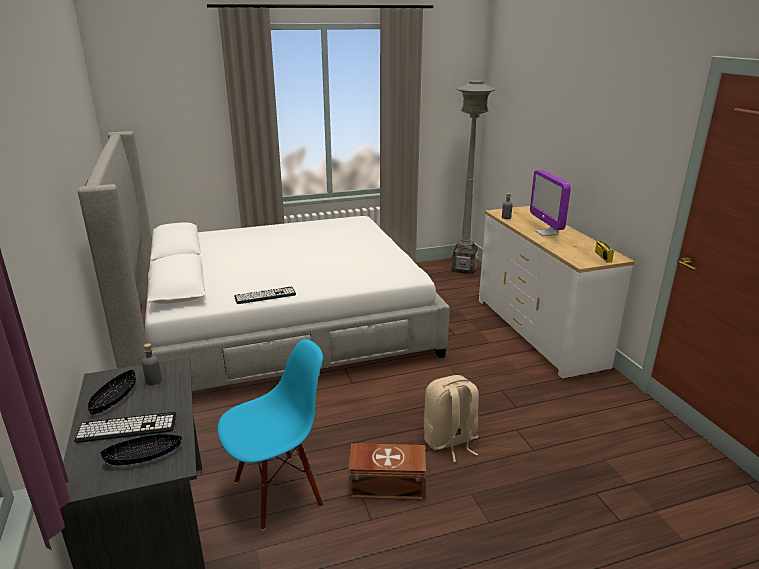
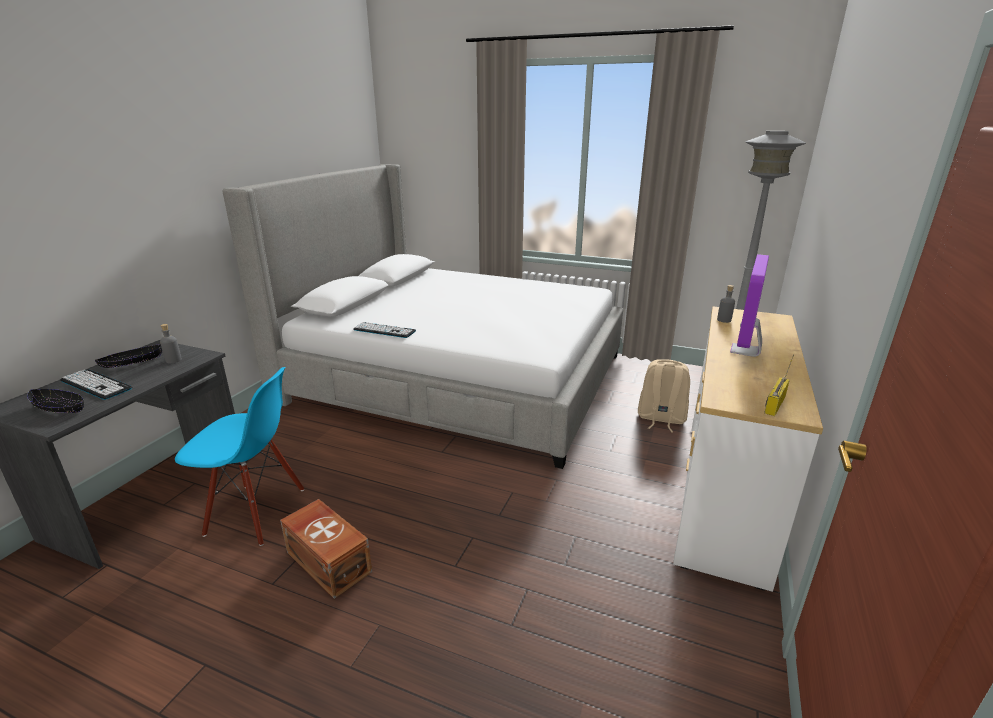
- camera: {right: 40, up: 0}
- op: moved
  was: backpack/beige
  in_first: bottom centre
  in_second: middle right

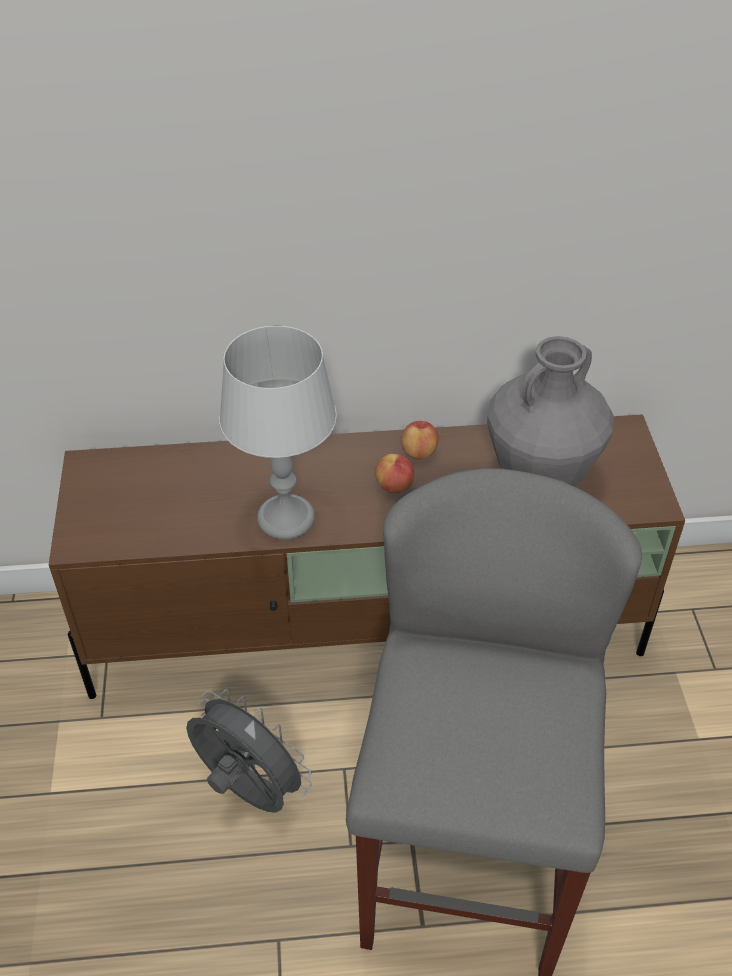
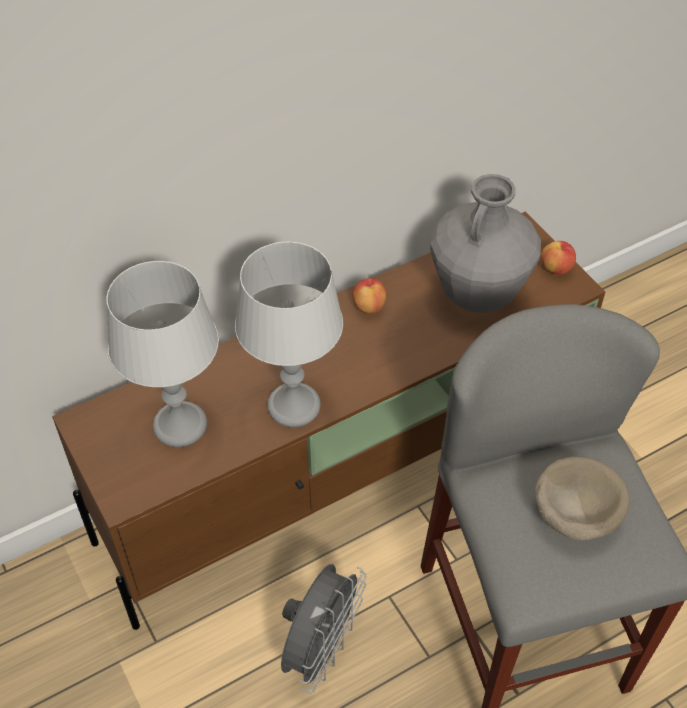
- camera: {right: -25, up: 5}
- op: turned
  was: fan/grey
  in_first: bottom centre
  in_second: bottom centre
  clockwise: 105
- op: moved
  was: apple (1st from left in the first image)
  now: apple (2nd from left)
  in_first: centre
  in_second: middle right
- op: added
  now: table lamp/grey (1st from left)
  in_second: middle left
- op: added
  now: bowl/beige
  in_second: bottom right

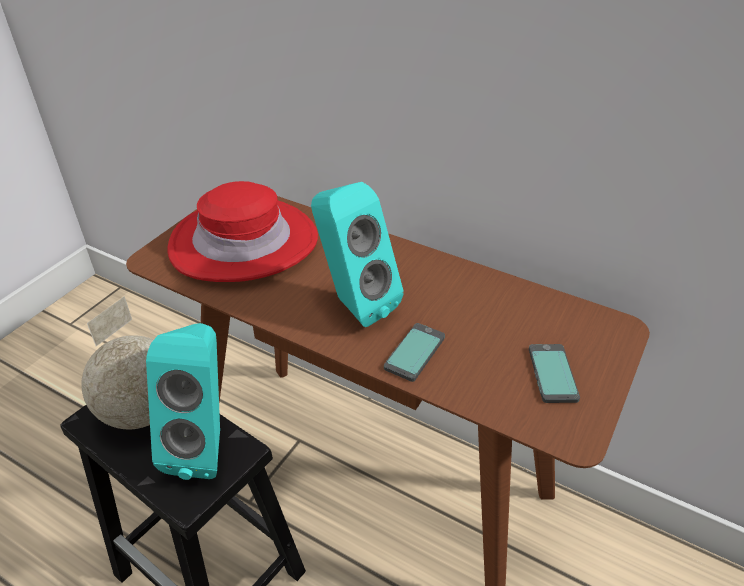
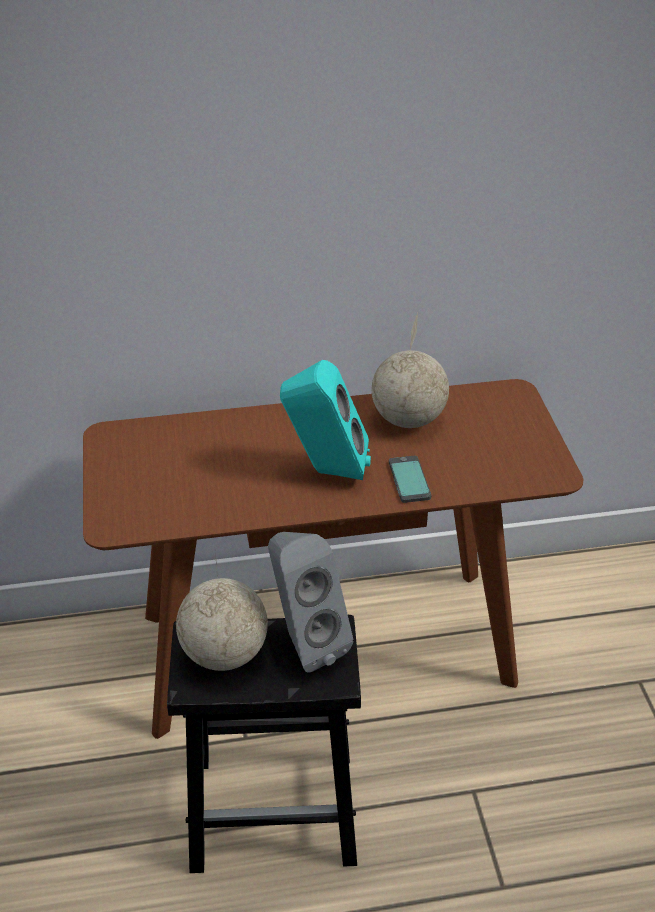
- camera: {right: -40, up: 0}
- op: recoloured
  was: speaker/turquoise (1st from left)
  now: speaker/grey
  in_first: bottom left
  in_second: centre
- op: removed
  was: hat/red
  in_first: middle left
- op: removed
  was: phone (2nd from left)
  in_first: middle right
- op: added
  now: globe (2nd from left)
  in_second: centre

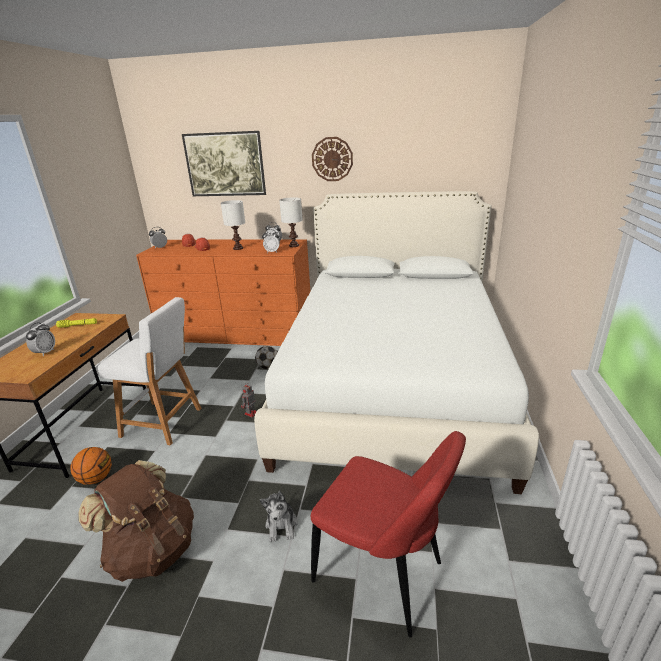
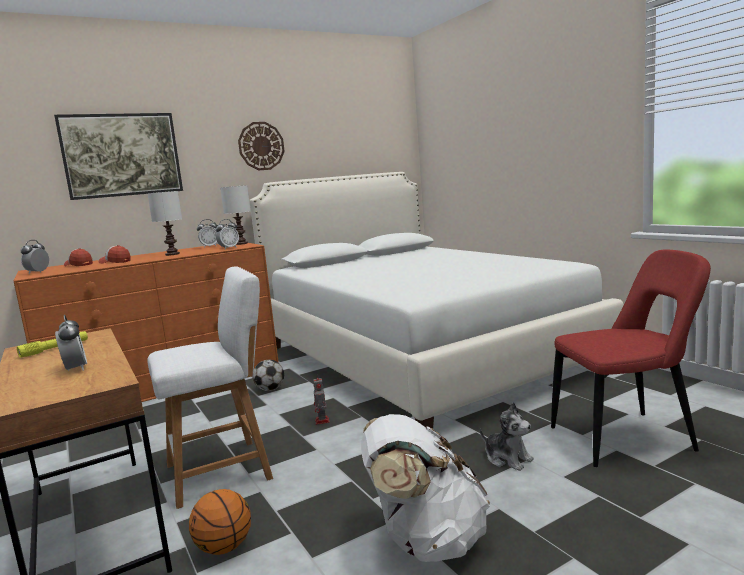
- camera: {right: -40, up: -15}
- op: recoloured
  was: backpack/brown
  now: backpack/white
  in_first: bottom left
  in_second: bottom centre

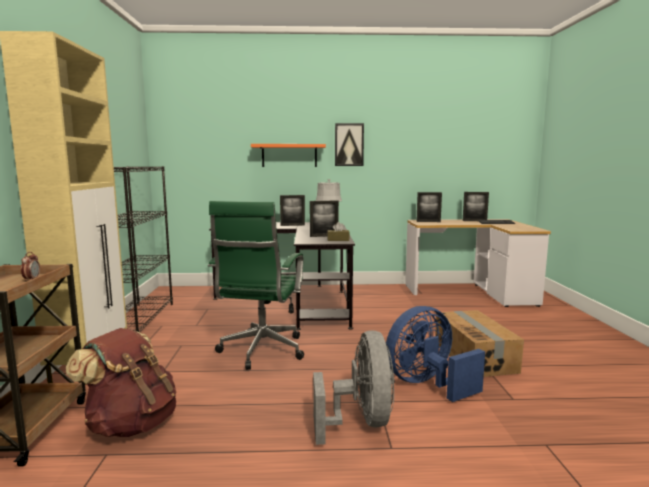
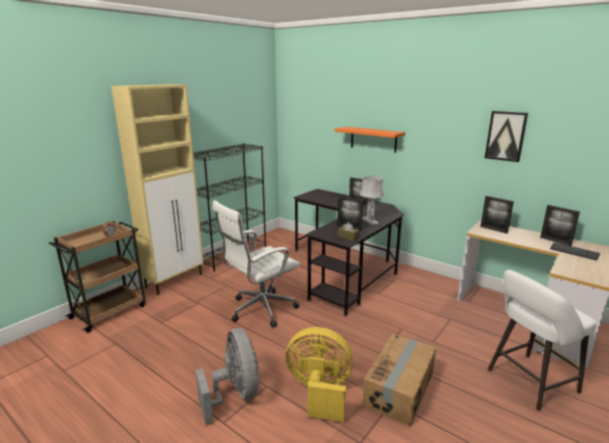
- camera: {right: 40, up: 10}
- op: removed
  was: backpack/brown
  in_first: bottom left
- op: recoloured
  was: office chair/green
  now: office chair/white
  in_first: centre
  in_second: centre
- op: turned
  was: fan/grey
  in_first: bottom centre
  in_second: bottom centre
  clockwise: -60
- op: moved
  was: picture
  in_first: top centre
  in_second: top right
- op: recoloured
  was: fan/blue
  now: fan/yellow
  in_first: bottom right
  in_second: bottom centre
- op: added
  now: stool/white
  in_second: bottom right

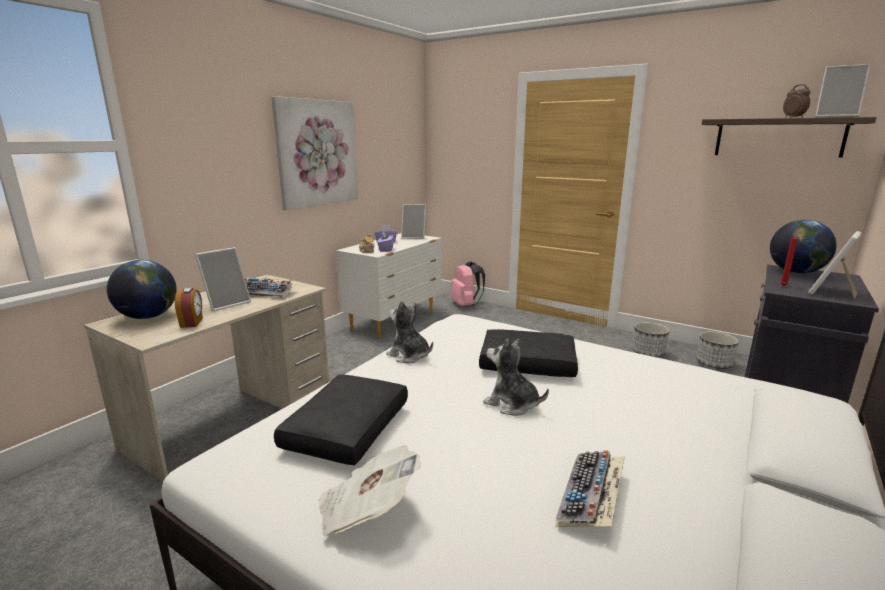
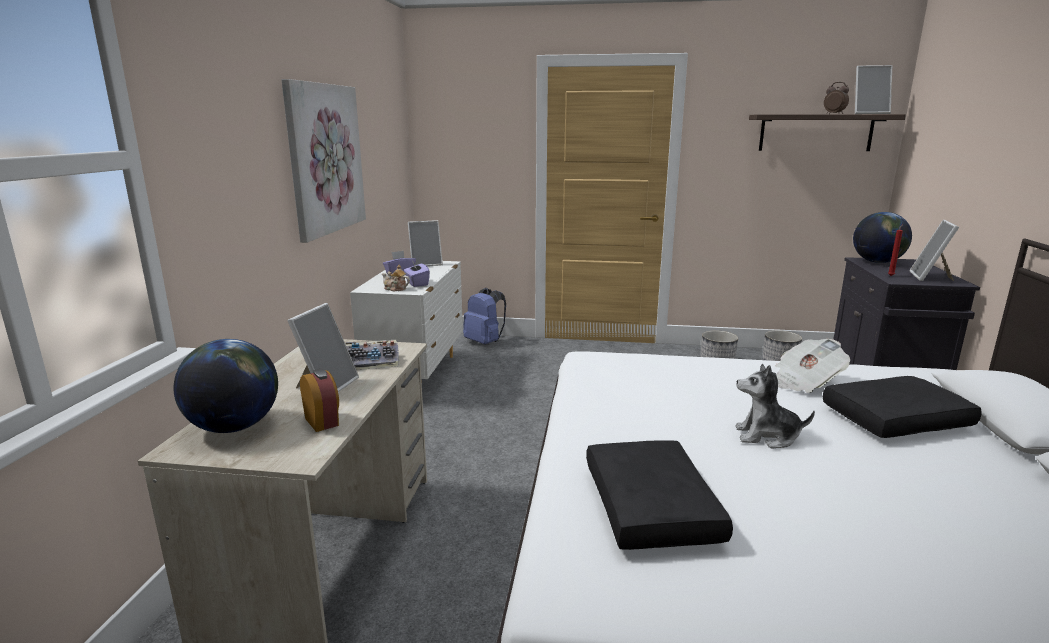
- camera: {right: -25, up: 0}
- op: moved
  was: newspaper
  in_first: bottom centre
  in_second: middle right
- op: removed
  was: plush toy (1st from left)
  in_first: centre
- op: recoloured
  was: backpack/pink
  now: backpack/blue
  in_first: centre
  in_second: centre
- op: moved
  was: pillow/black (2nd from left)
  in_first: centre
  in_second: middle right
- op: removed
  was: keyboard (2nd from left)
  in_first: bottom right

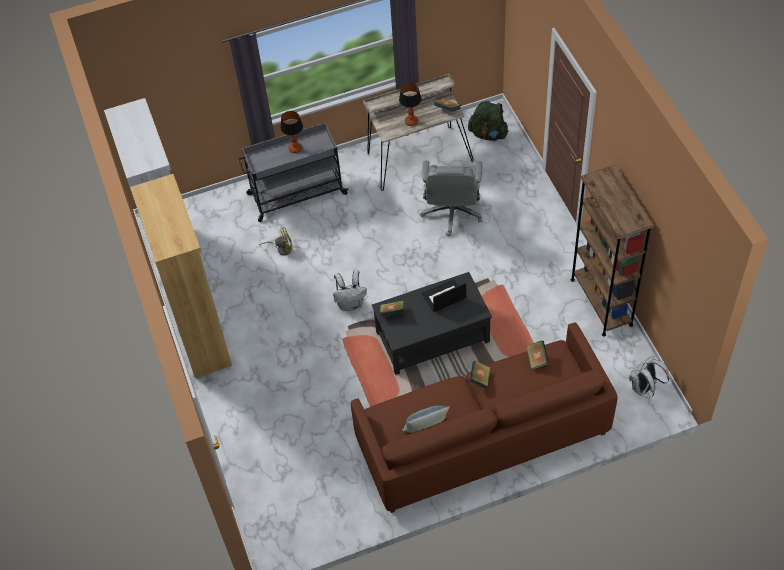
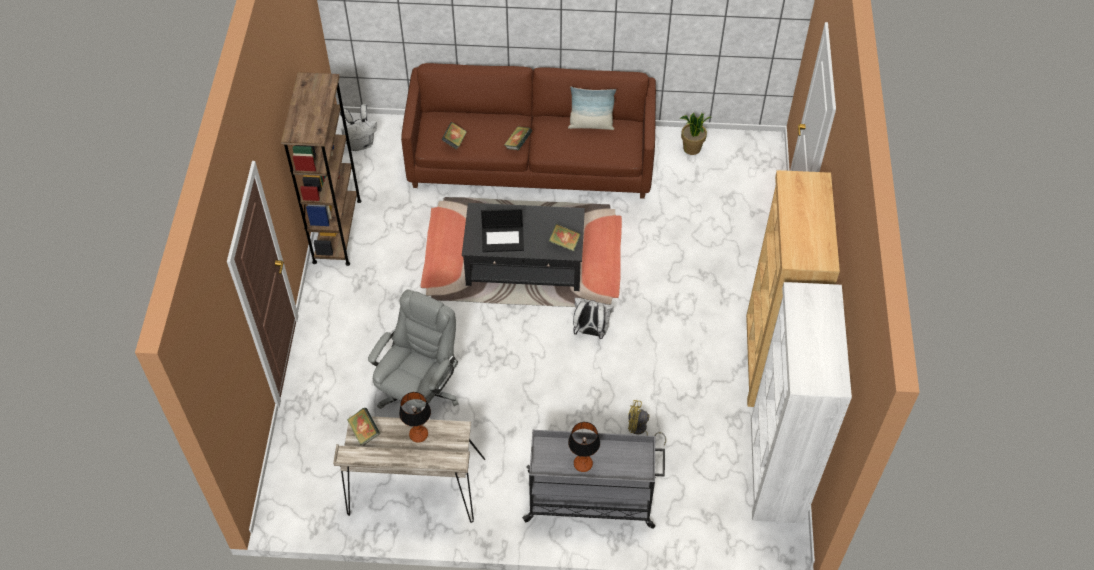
- camera: {right: -160, up: 0}
- op: removed
  was: backpack/green
  in_first: top centre
- op: added
  now: potted plant
  in_second: top centre

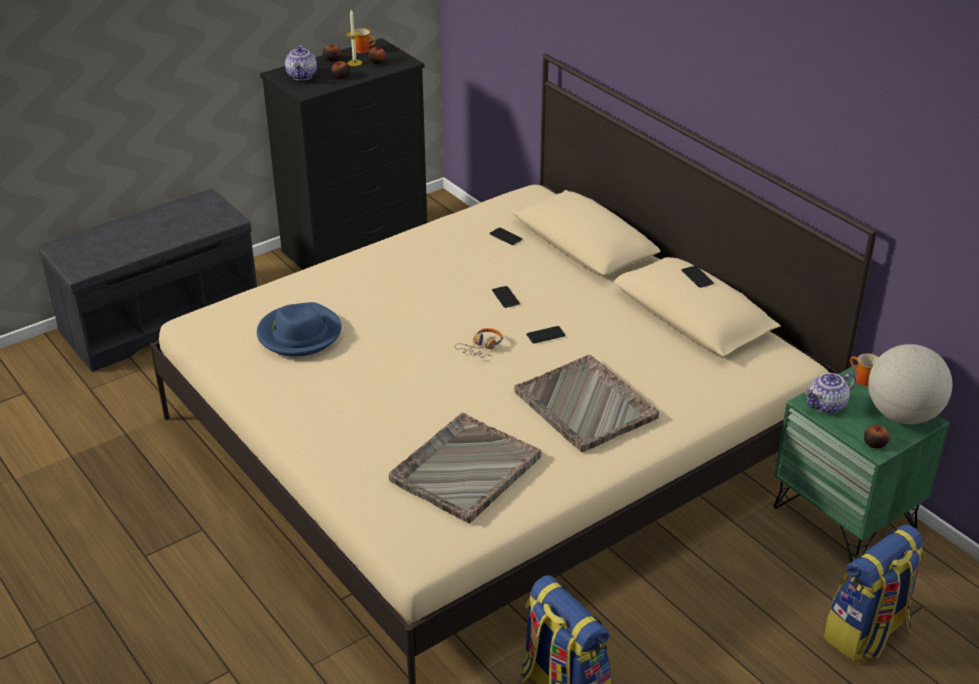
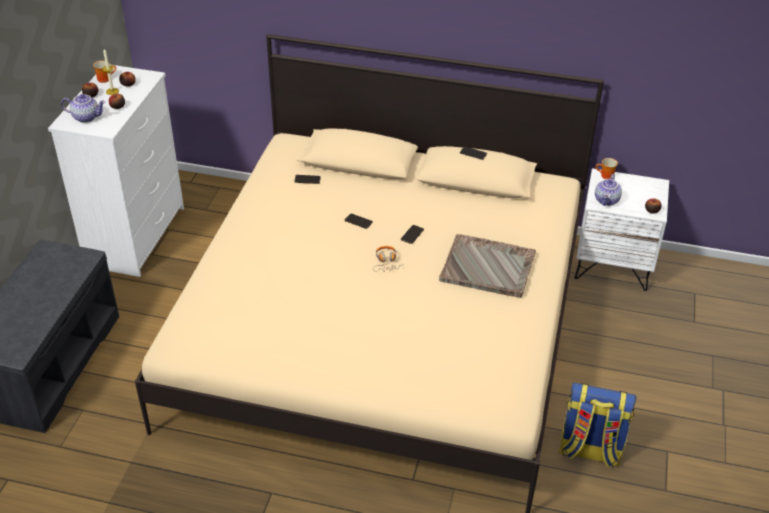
- camera: {right: -40, up: 5}
- op: removed
  was: hat/blue
  in_first: middle left
- op: recoloured
  was: dresser/black
  now: dresser/white
  in_first: top centre
  in_second: middle left
- op: turned
  was: teapot (1st from left)
  in_first: top left
  in_second: top left
  clockwise: -45
- op: removed
  was: tray/grey (1st from left)
  in_first: bottom centre
- op: recoloured
  was: nightstand/green
  now: nightstand/white
  in_first: bottom right
  in_second: middle right
- op: removed
  was: backpack (2nd from left)
  in_first: bottom right
- op: removed
  was: globe
  in_first: middle right

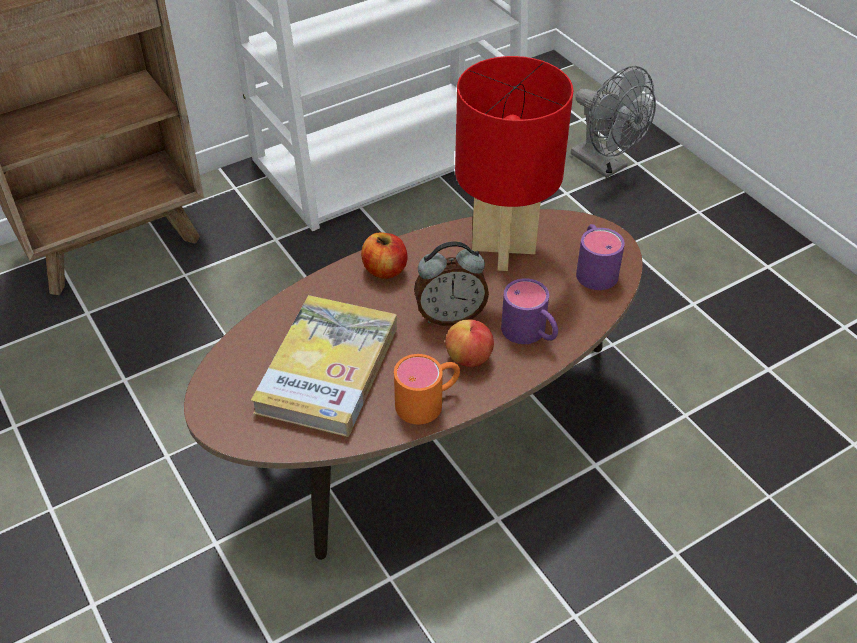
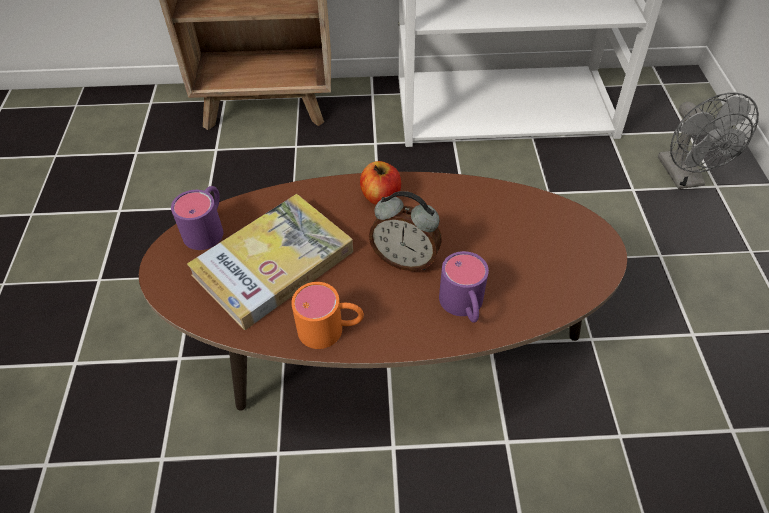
- camera: {right: 30, up: 5}
- op: removed
  was: apple (2nd from left)
  in_first: centre
- op: removed
  was: table lamp/red
  in_first: top centre
- op: moved
  was: mug/purple (2nd from left in the first image)
  now: mug/purple (1st from left)
  in_first: middle right
  in_second: middle left

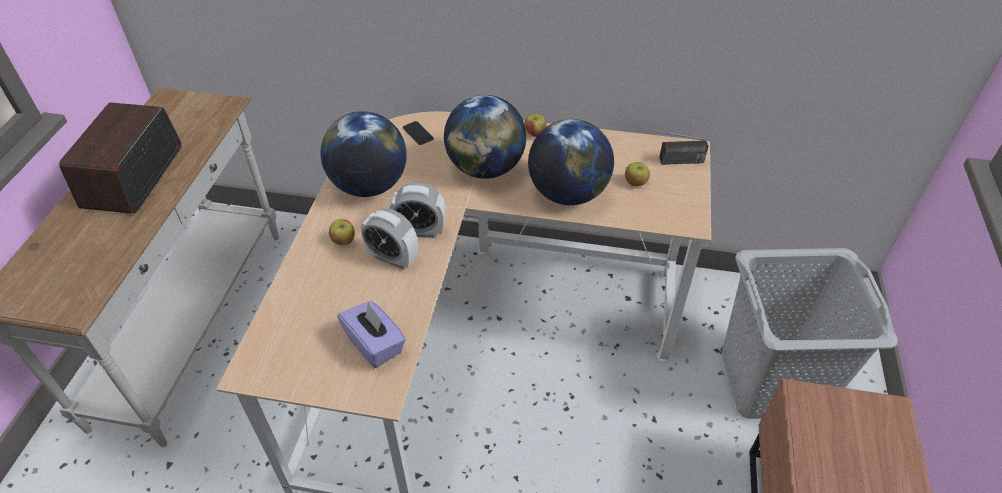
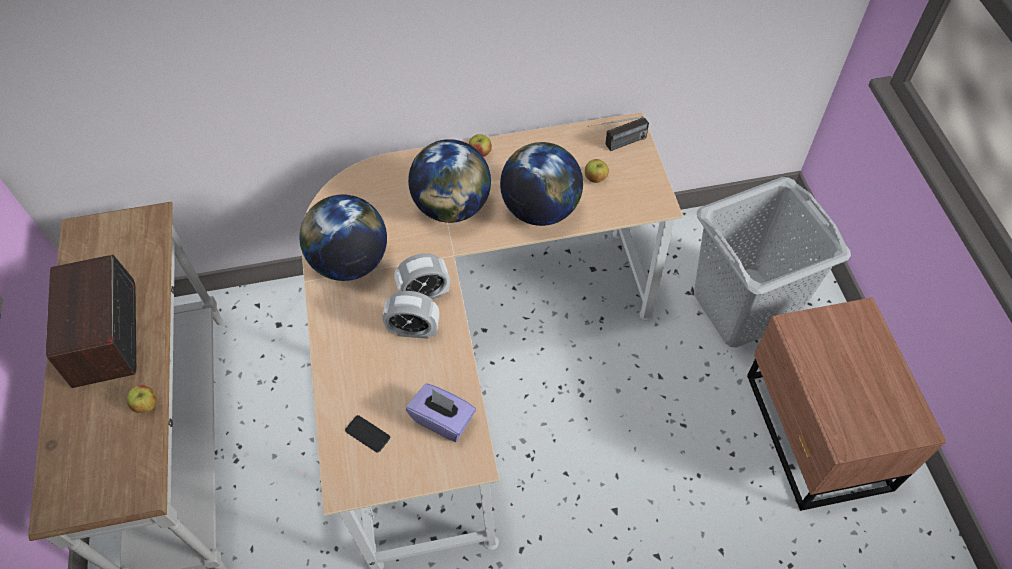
- camera: {right: -20, up: 10}
- op: moved
  was: apple (1st from left)
  in_first: centre
  in_second: bottom left
- op: moved
  was: phone
  in_first: top centre
  in_second: bottom centre

